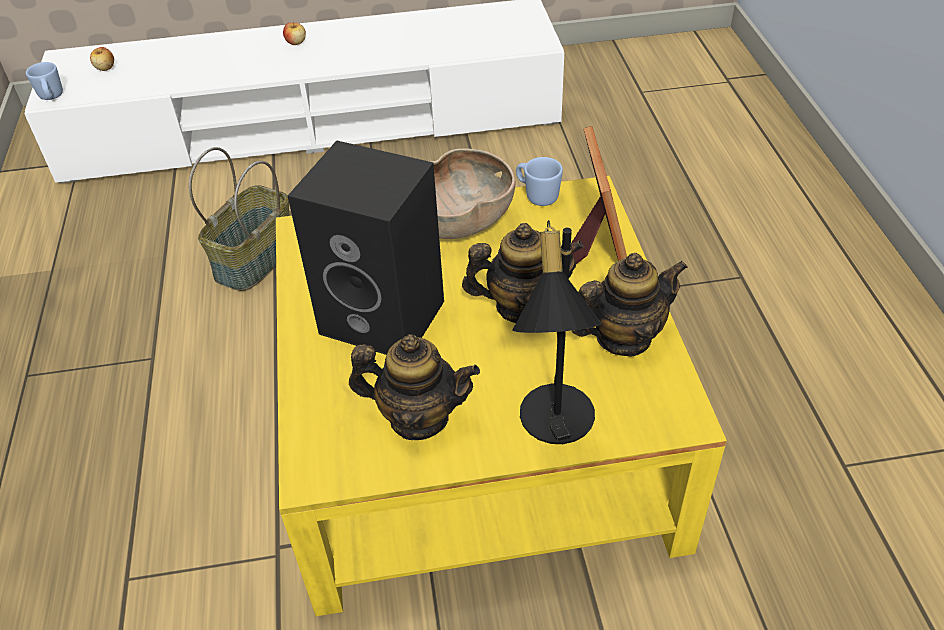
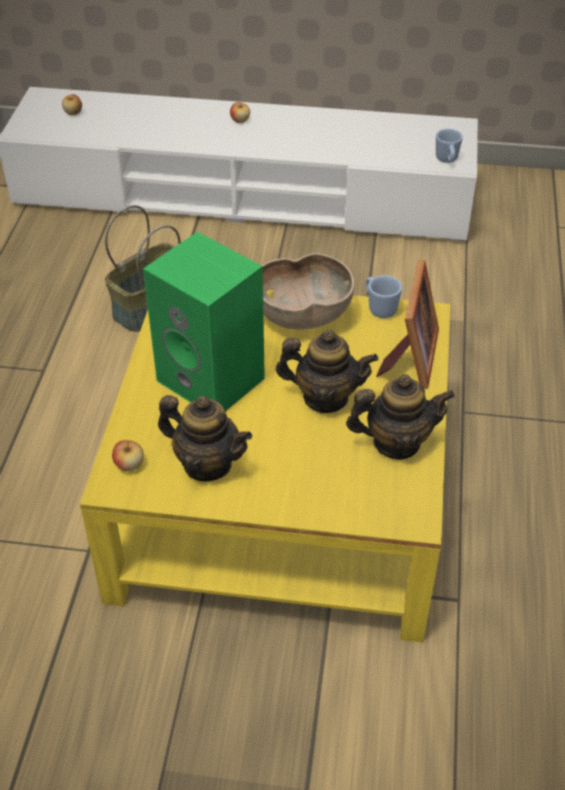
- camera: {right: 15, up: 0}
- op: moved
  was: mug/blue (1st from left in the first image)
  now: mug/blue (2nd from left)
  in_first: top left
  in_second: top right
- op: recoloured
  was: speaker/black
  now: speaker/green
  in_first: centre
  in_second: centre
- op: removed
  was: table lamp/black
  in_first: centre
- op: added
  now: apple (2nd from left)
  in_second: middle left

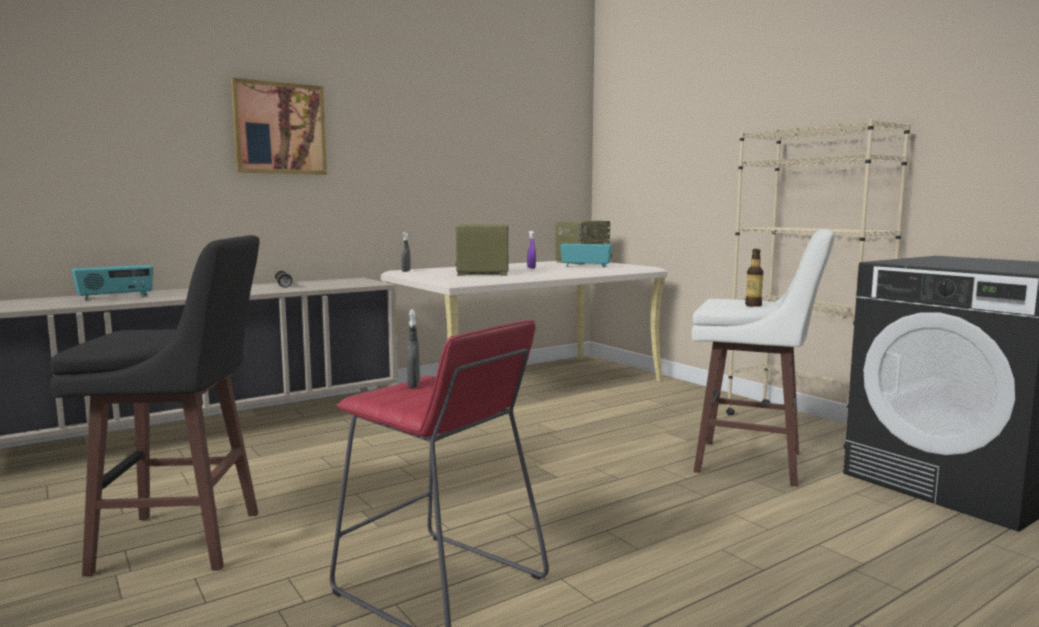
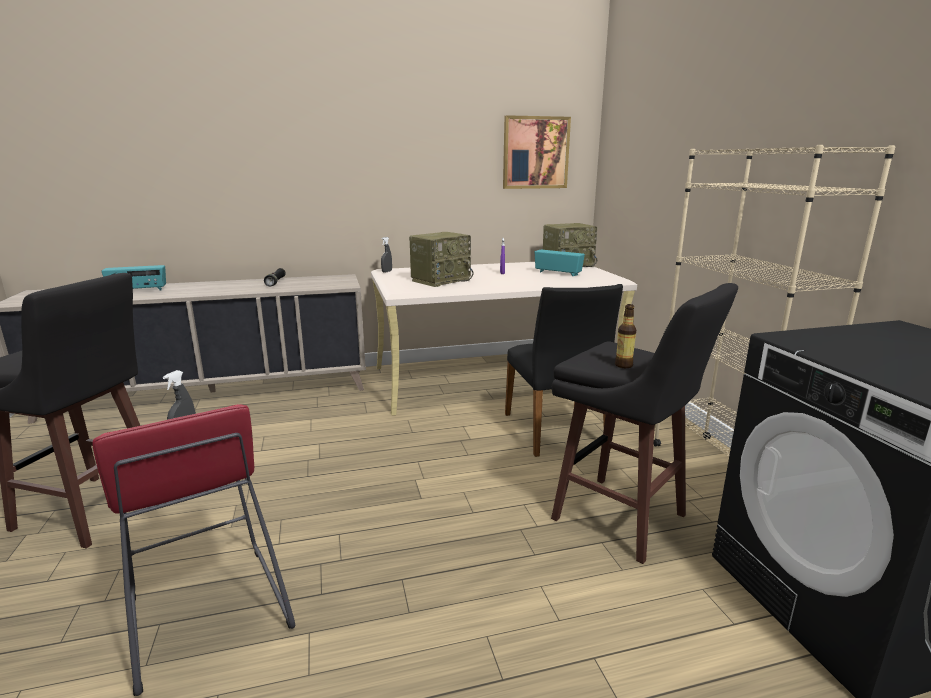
- camera: {right: 20, up: 10}
- op: moved
  was: picture
  in_first: top left
  in_second: top centre
- op: turned
  was: radio (2nd from left)
  in_first: centre
  in_second: centre
  clockwise: 120
- op: recoloured
  was: stool/white
  now: stool/black (2nd from left)
  in_first: middle right
  in_second: middle right
- op: added
  now: chair/black
  in_second: centre

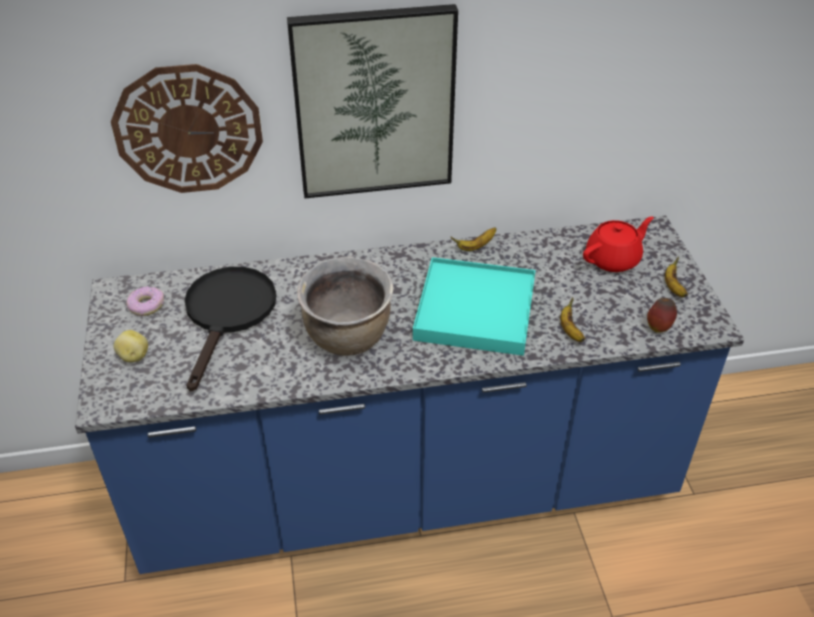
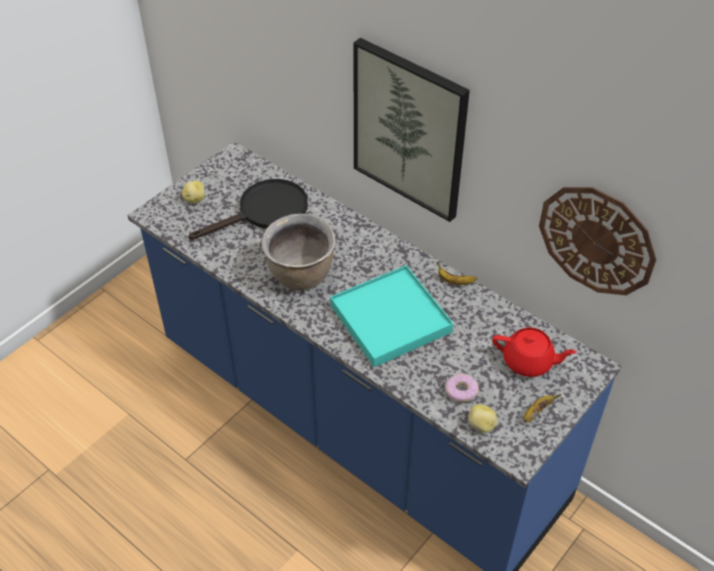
- camera: {right: 50, up: 5}
- op: moved
  was: wall clock
  in_first: top left
  in_second: middle right
- op: moved
  was: donut
  in_first: middle left
  in_second: bottom centre
- op: removed
  was: banana (2nd from left)
  in_first: middle right
- op: replaced
  was: apple
  now: potato (2nd from left)
  in_first: middle right
  in_second: bottom right

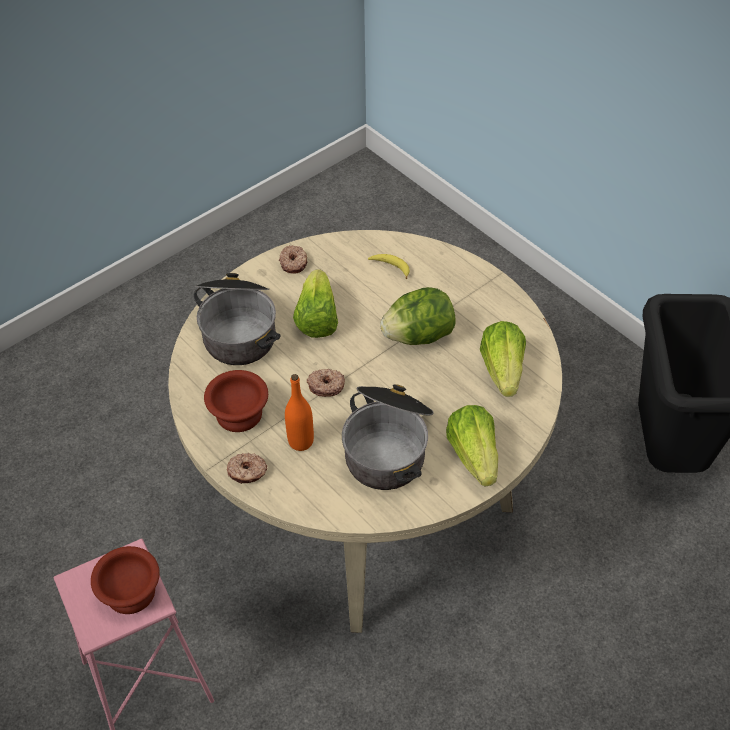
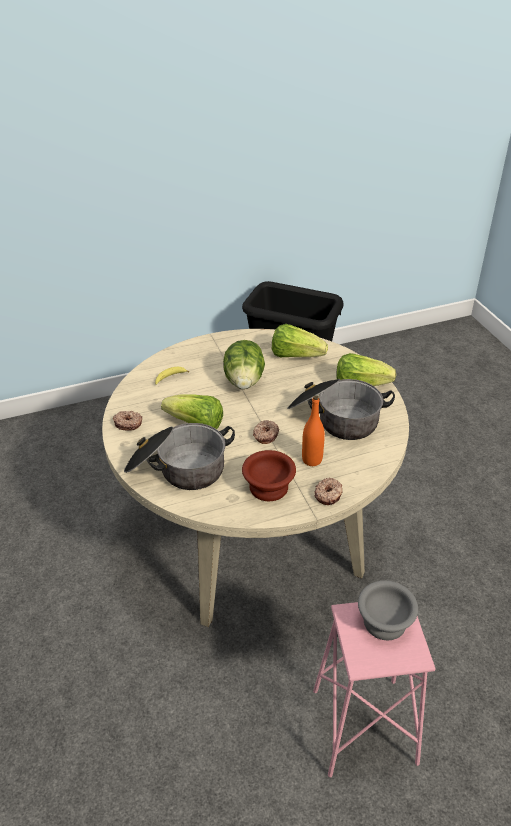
- camera: {right: -70, up: -10}
- op: recoloured
  was: bowl/brown (1st from left)
  now: bowl/grey
  in_first: bottom left
  in_second: bottom right

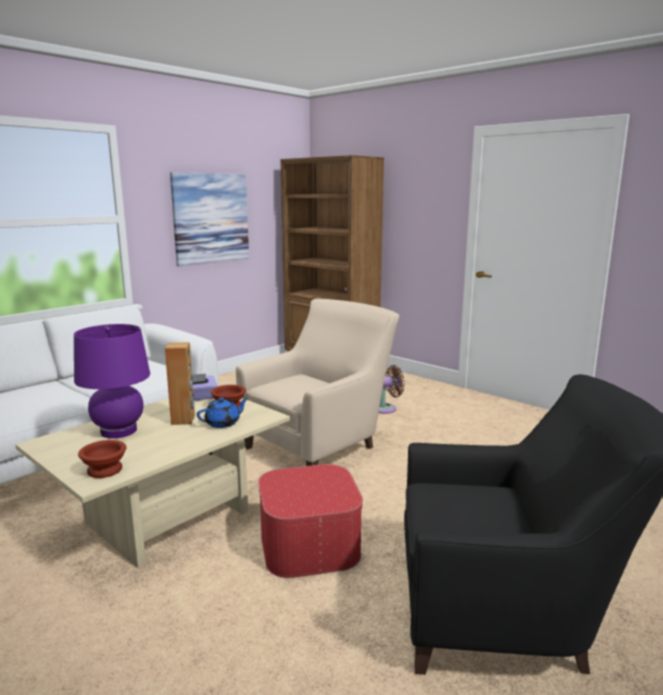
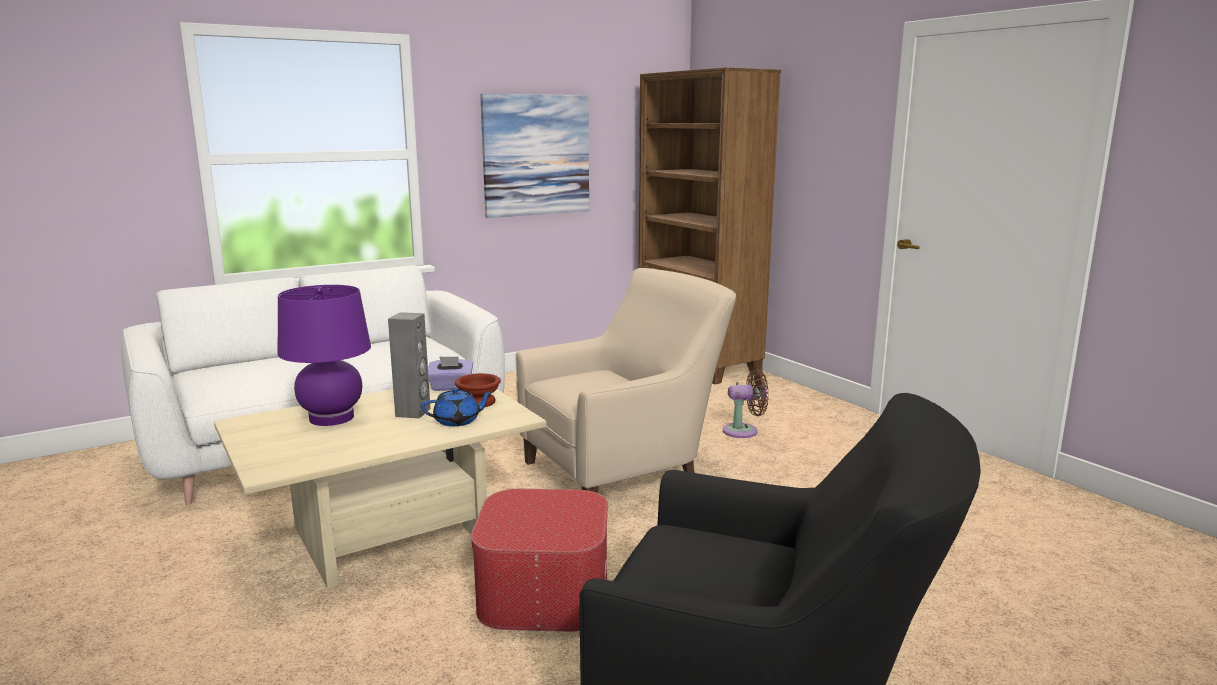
- camera: {right: 15, up: 0}
- op: removed
  was: bowl/brown (1st from left)
  in_first: middle left
- op: recoloured
  was: speaker/brown
  now: speaker/grey
  in_first: middle left
  in_second: centre

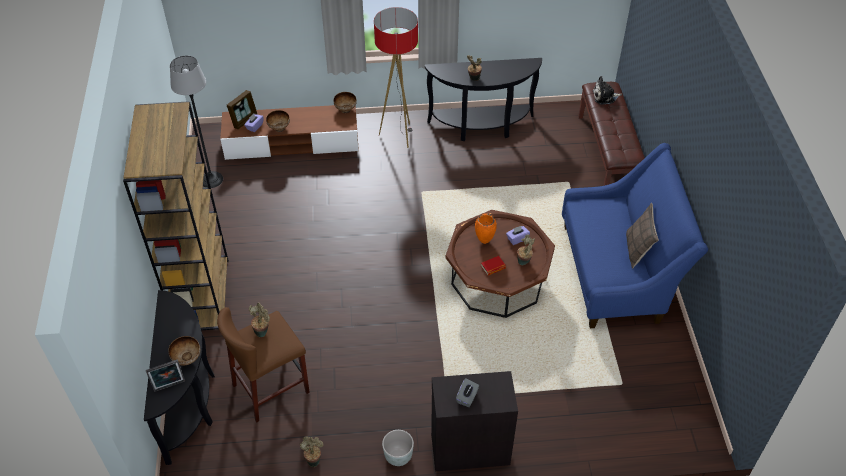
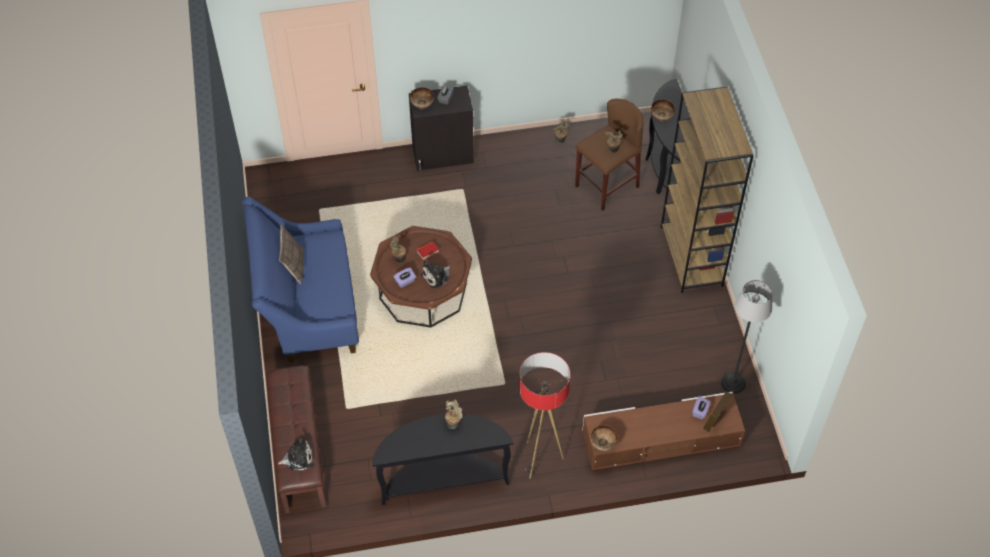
- camera: {right: 175, up: 5}
- op: removed
  was: picture frame (1st from left)
  in_first: bottom left
- op: moved
  was: bowl (2nd from left in the first image)
  now: bowl (1st from left)
  in_first: top left
  in_second: top centre
- op: removed
  was: planter/grey
  in_first: bottom centre
- op: replaced
  was: vase/orange
  now: plush toy (2nd from left)
  in_first: centre
  in_second: centre

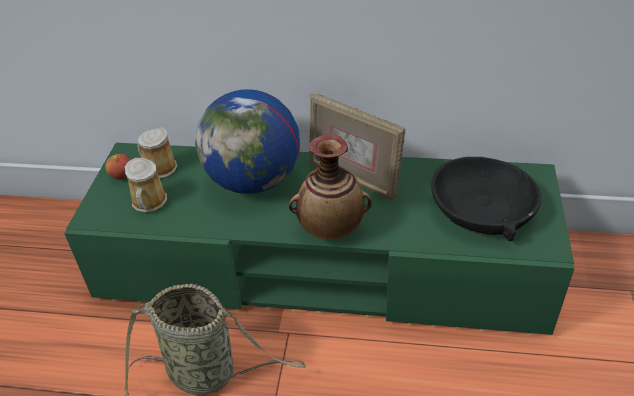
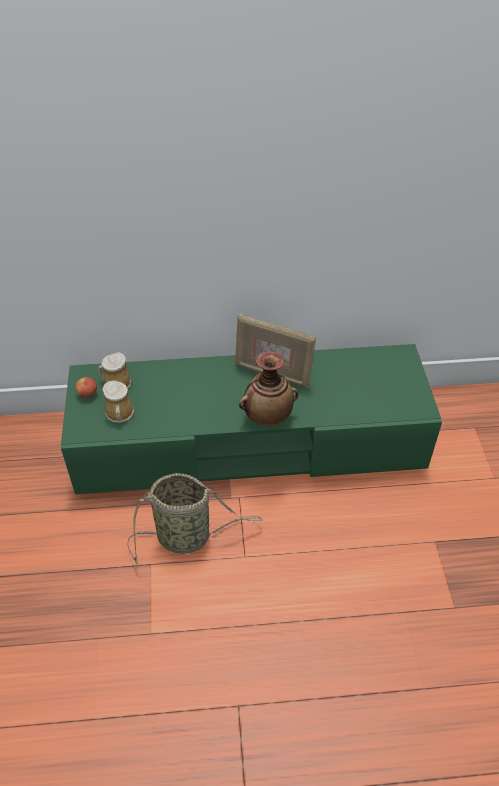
- camera: {right: -15, up: 5}
- op: removed
  was: globe
  in_first: centre
- op: removed
  was: bowl/black
  in_first: middle right

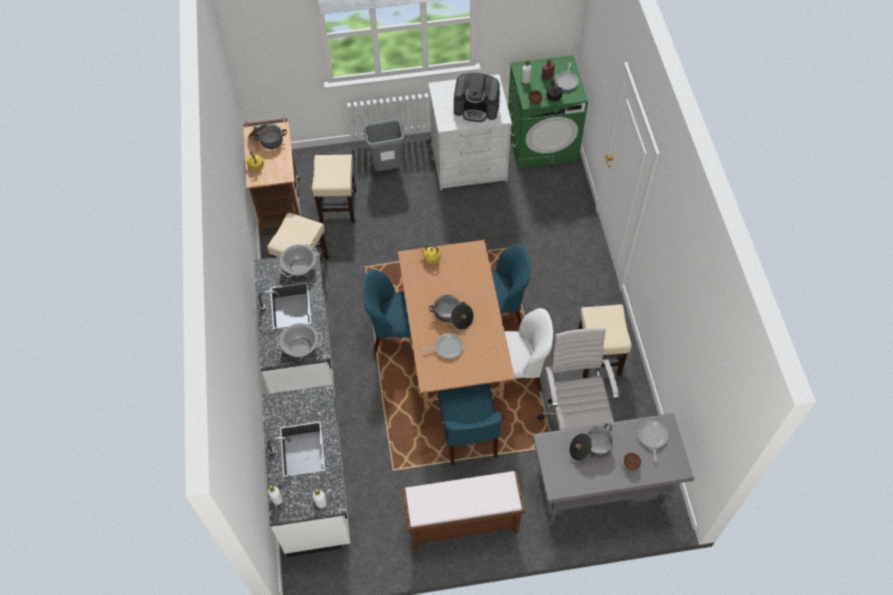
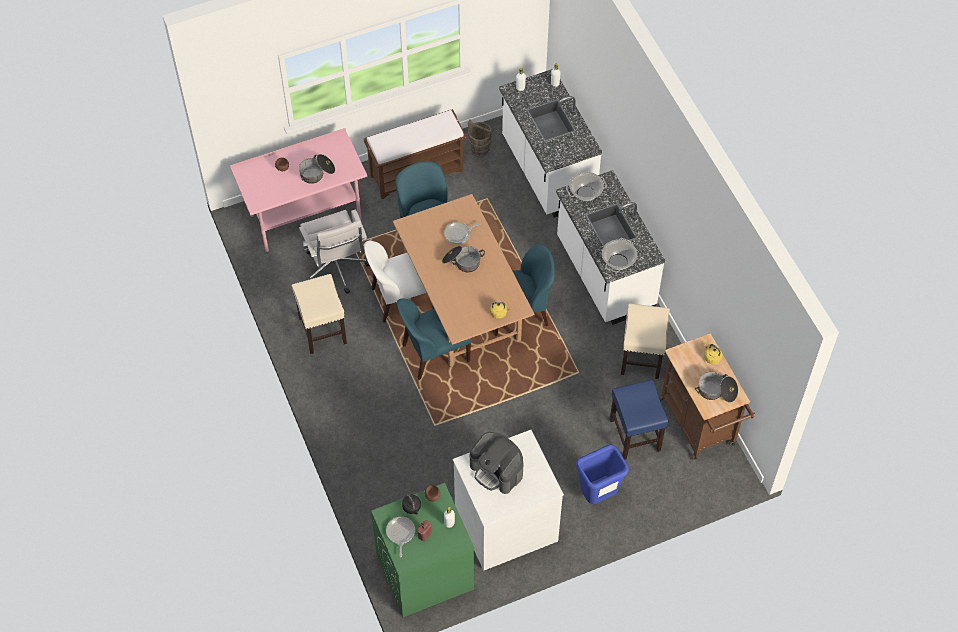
- camera: {right: 165, up: 0}
- op: recoloured
  was: stool/beige (2nd from left)
  now: stool/blue
  in_first: top centre
  in_second: middle right
- op: recoloured
  was: trash can/grey
  now: trash can/blue
  in_first: top centre
  in_second: bottom centre
- op: turned
  was: coffee machine
  in_first: top centre
  in_second: bottom centre
  clockwise: -135
- op: recoloured
  was: desk/grey
  now: desk/pink
  in_first: bottom right
  in_second: top left
- op: removed
  was: frying pan (3rd from left)
  in_first: bottom right
- op: added
  now: bucket/brown
  in_second: top centre

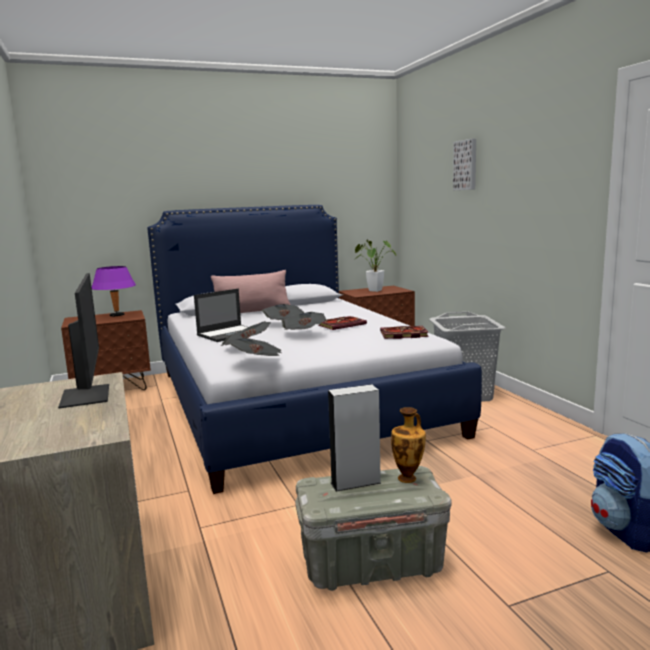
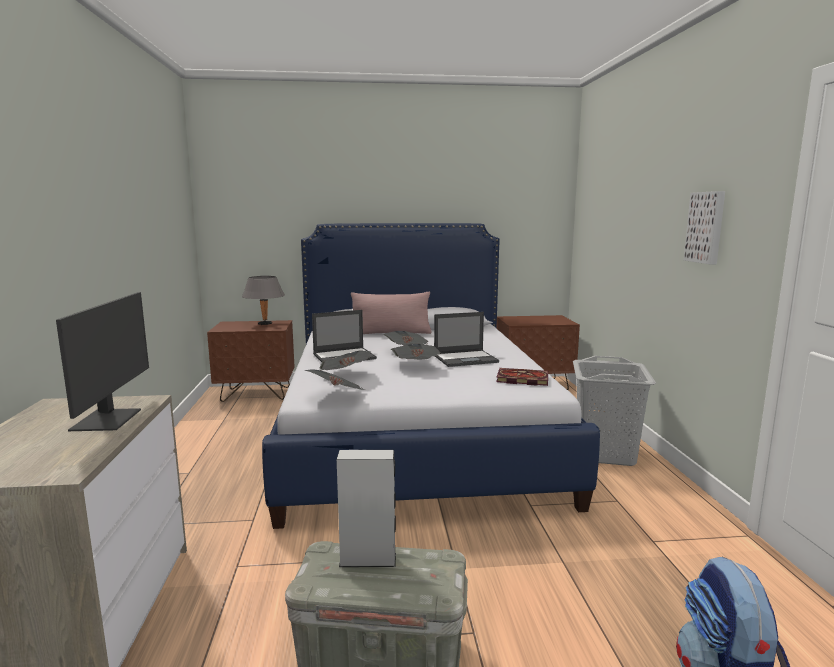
- camera: {right: 15, up: 0}
- op: recoloured
  was: table lamp/purple
  now: table lamp/grey
  in_first: middle left
  in_second: middle left
- op: replaced
  was: book (1st from left)
  now: laptop (2nd from left)
  in_first: centre
  in_second: centre
- op: removed
  was: potted plant
  in_first: centre
- op: removed
  was: vase
  in_first: bottom centre
- op: moved
  was: picture
  in_first: top right
  in_second: middle right

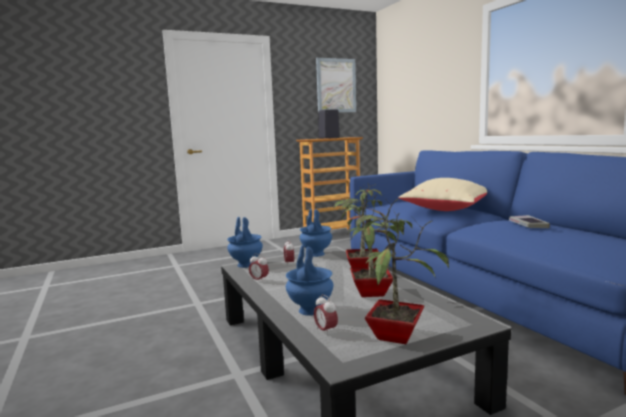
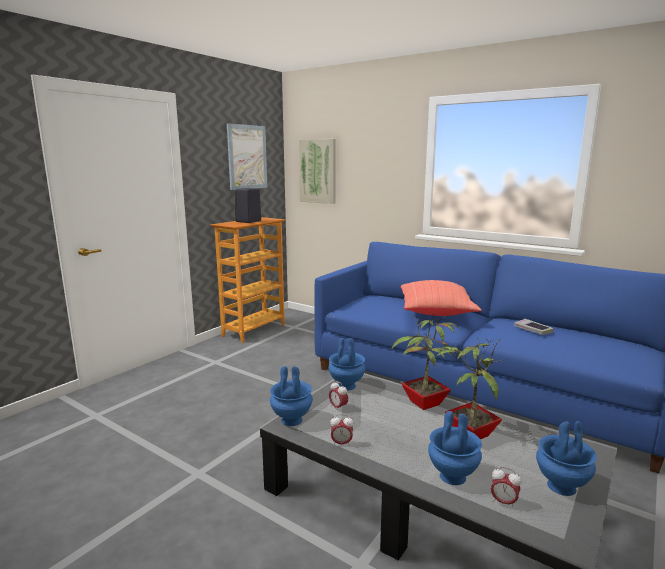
- camera: {right: -30, up: 5}
- op: replaced
  was: potted plant (3rd from left)
  now: vase/blue (4th from left)
  in_first: centre
  in_second: bottom right
- op: recoloured
  was: pillow/beige
  now: pillow/red
  in_first: middle right
  in_second: centre
- op: added
  now: picture (2nd from left)
  in_second: top centre

